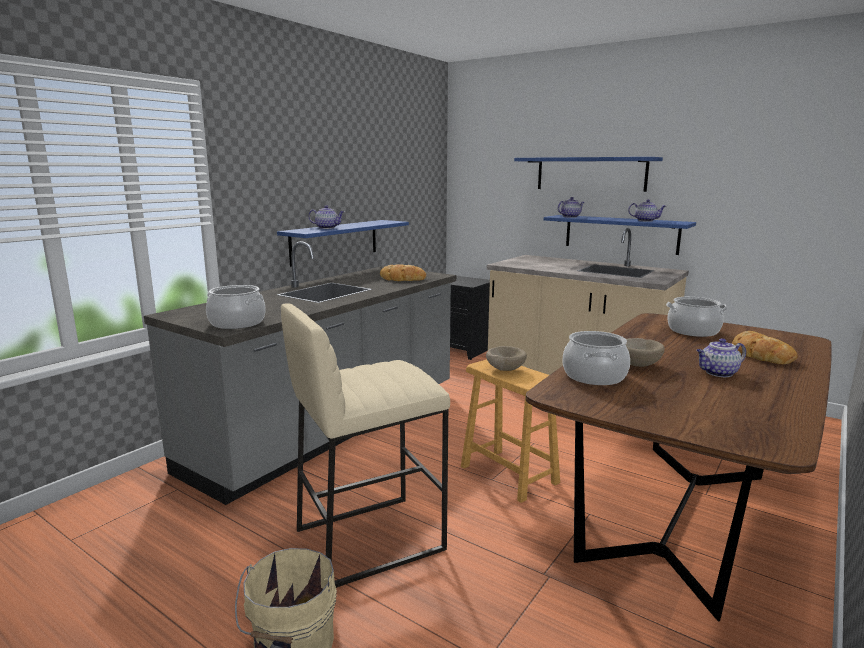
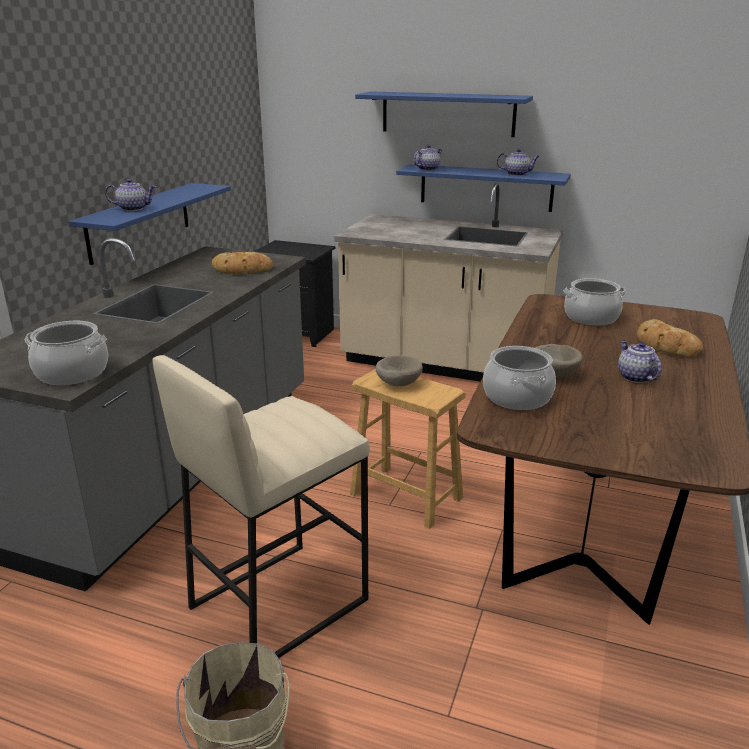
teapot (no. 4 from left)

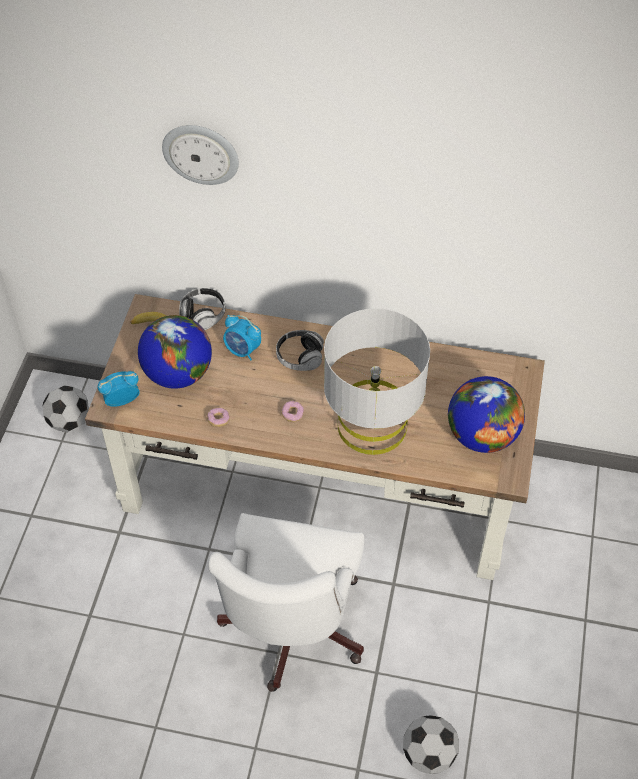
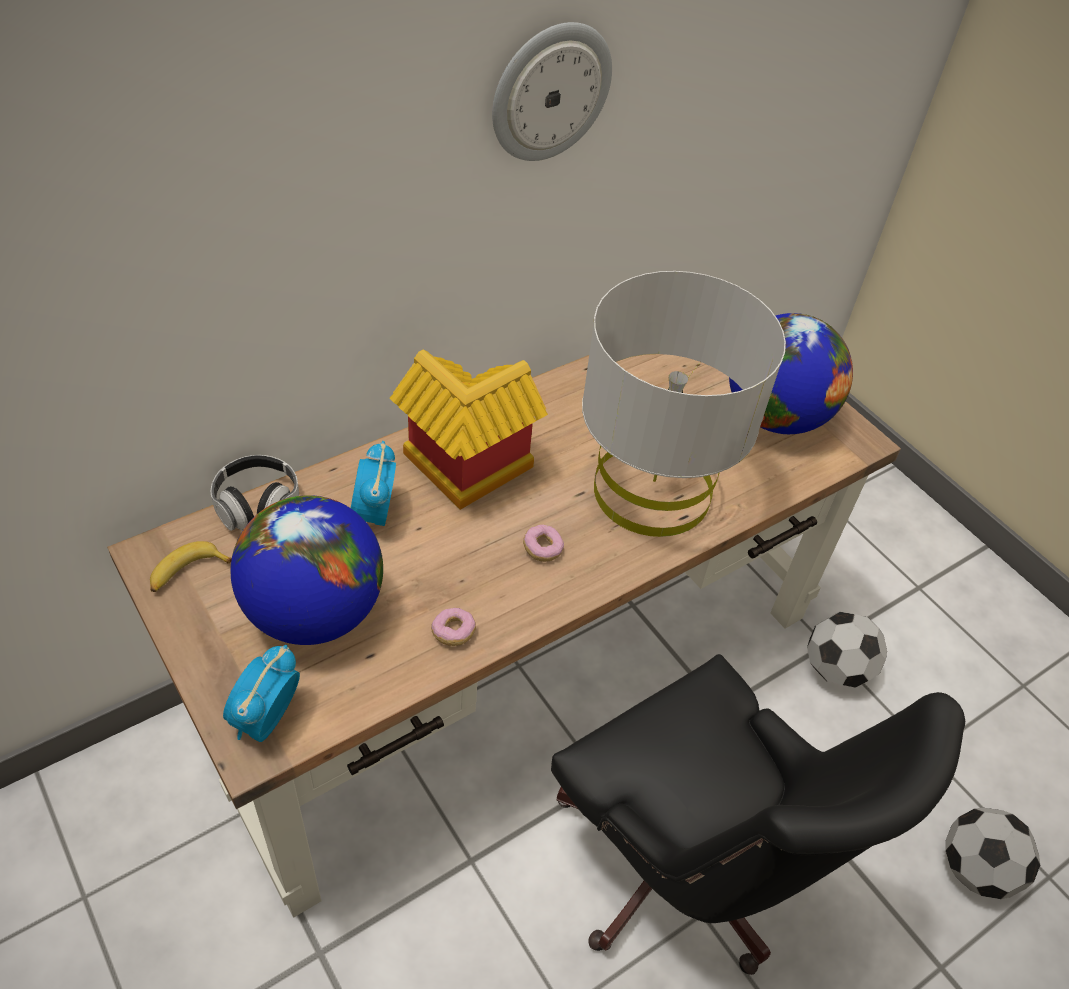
table clock (no. 2 from left); miniature house; clock on the wall; black-coloured computer chair; football (no. 1 from left)

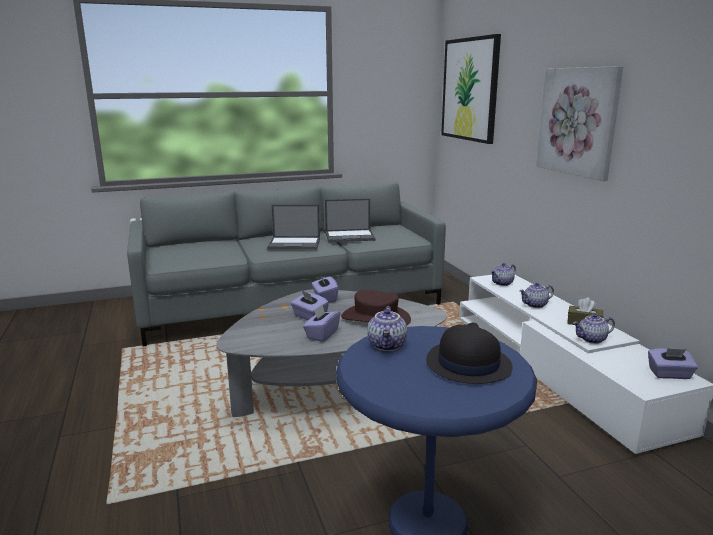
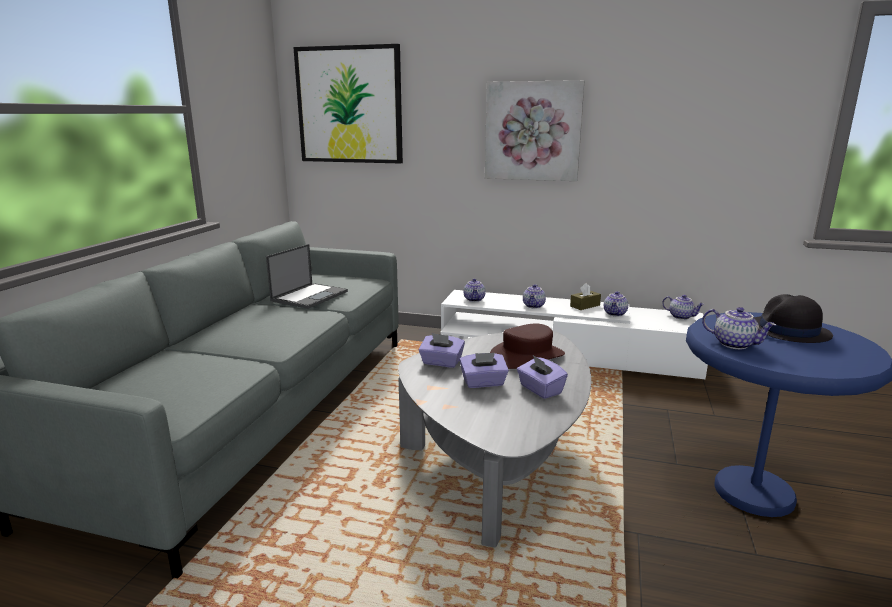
teapot (no. 4 from left); portable computer (no. 1 from left in the first image)

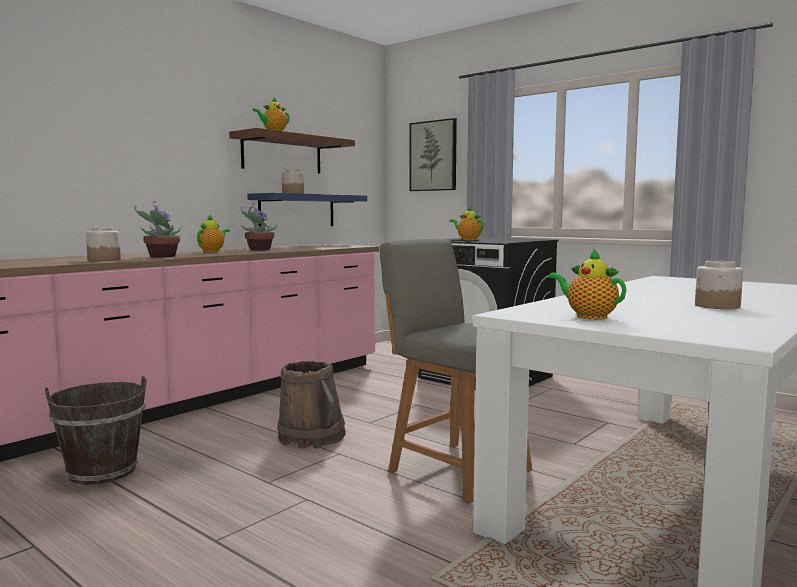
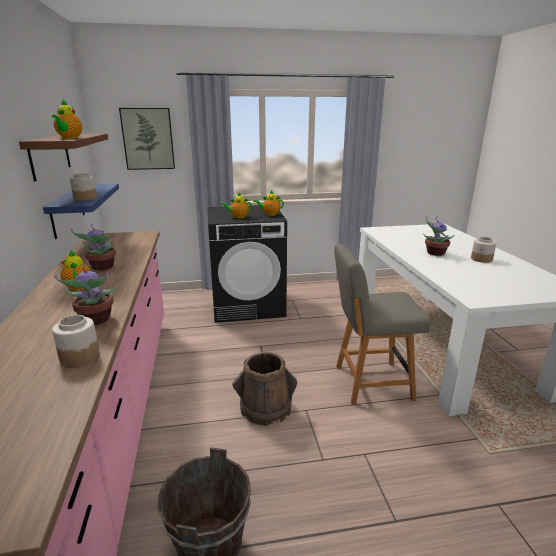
teapot (no. 4 from left); potted plant (no. 3 from left)

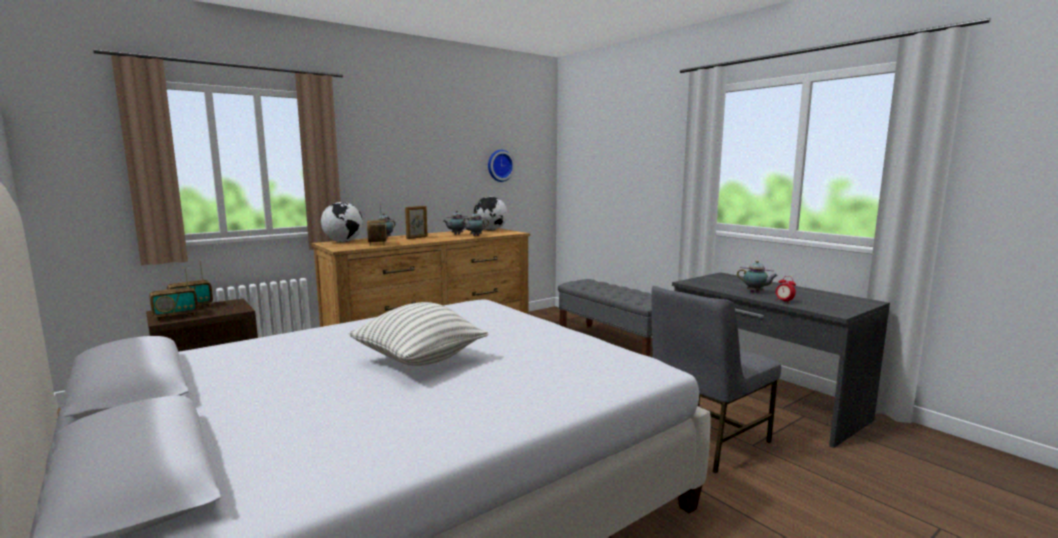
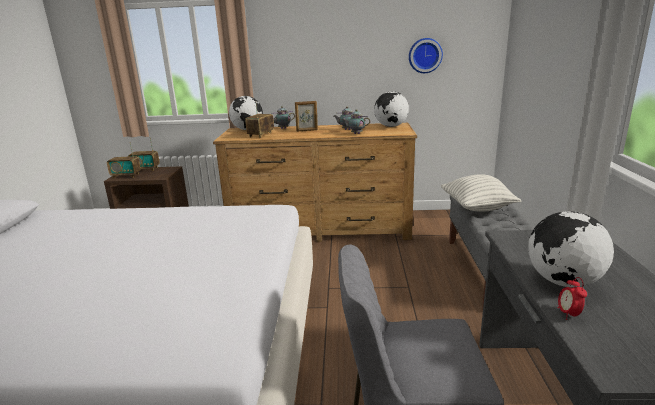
throw pillow; globe (no. 3 from left)

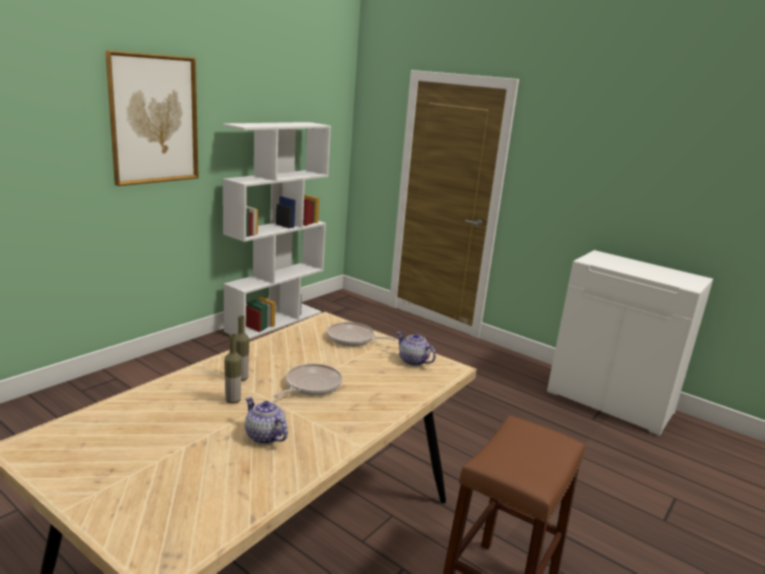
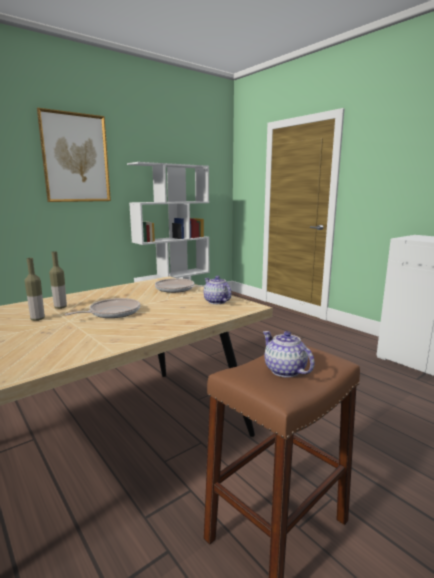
teapot (no. 2 from left)

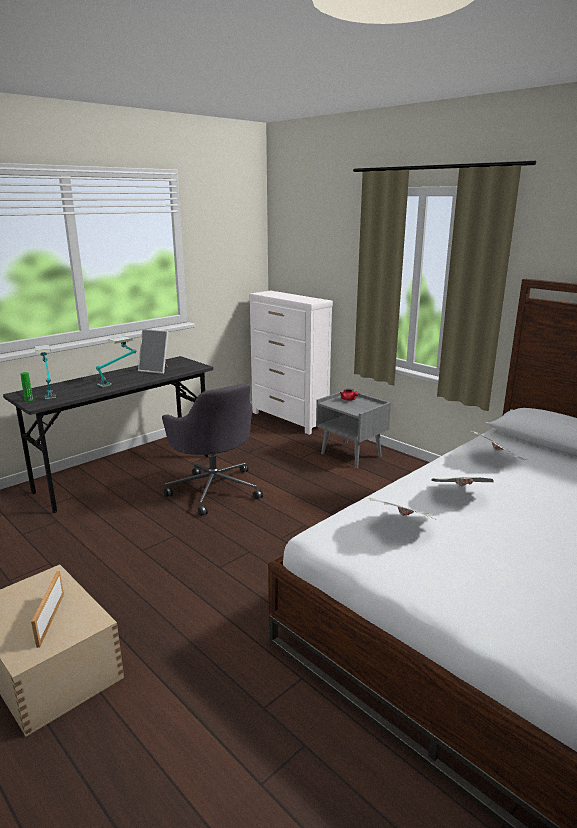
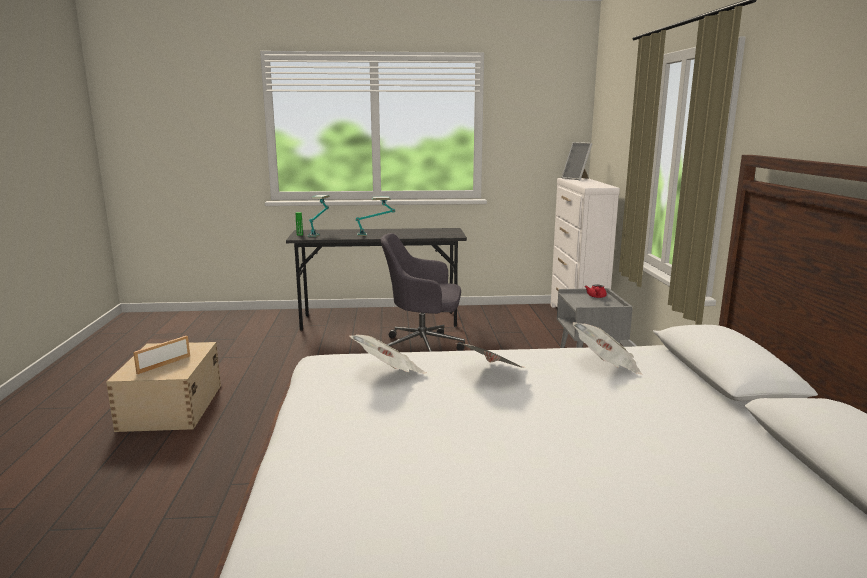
grey computer chair; standing frame (no. 2 from left)

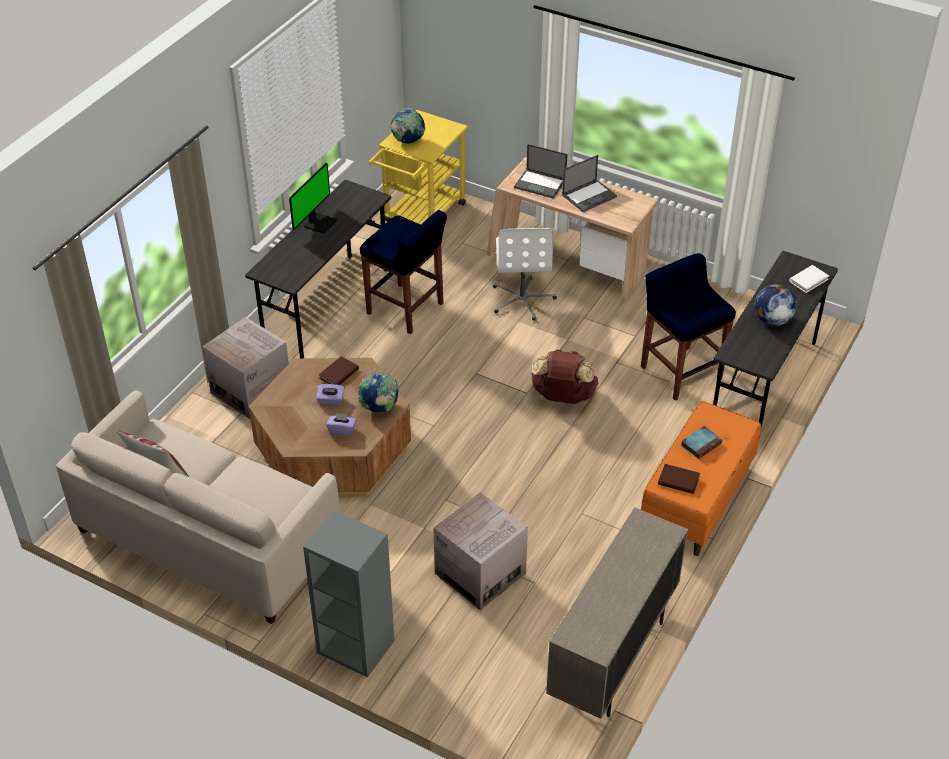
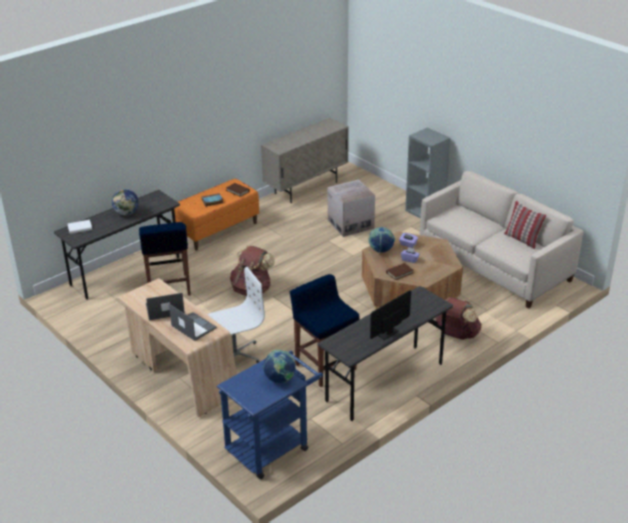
whitish computer chair; blue-coloured cart; brown rucksack (no. 2 from left)

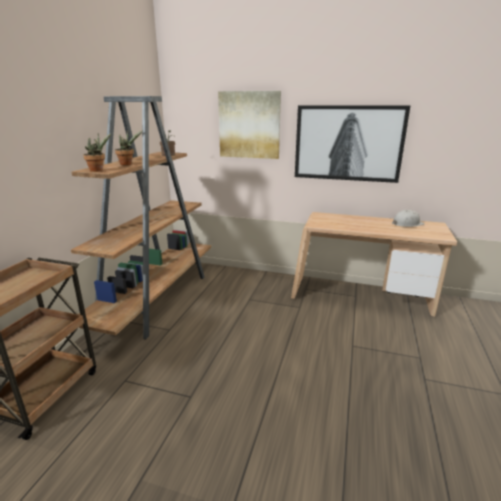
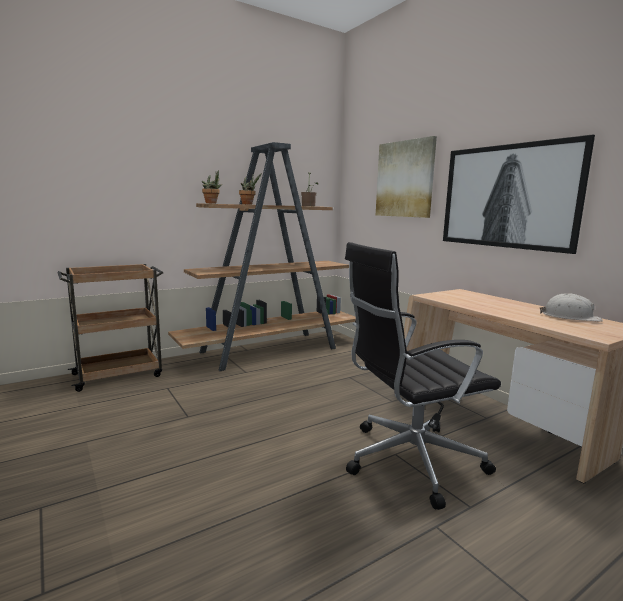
black-coloured computer chair

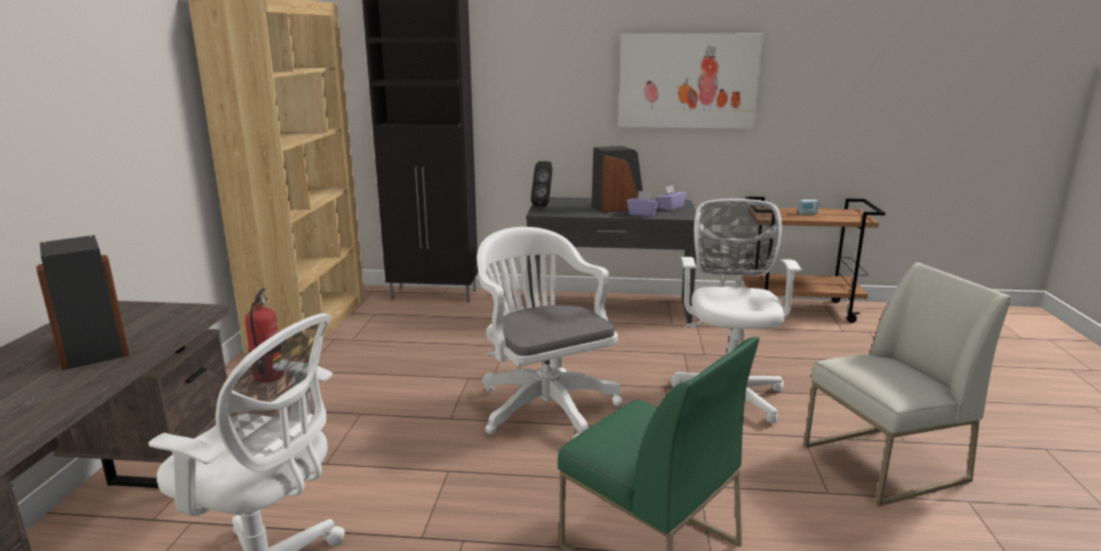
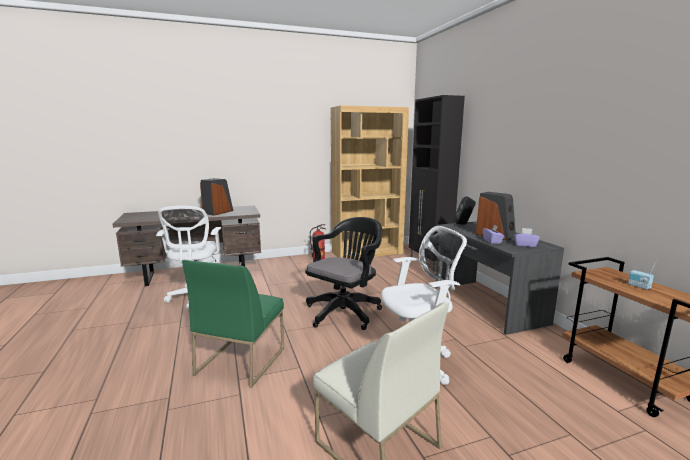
black-coloured computer chair; picture

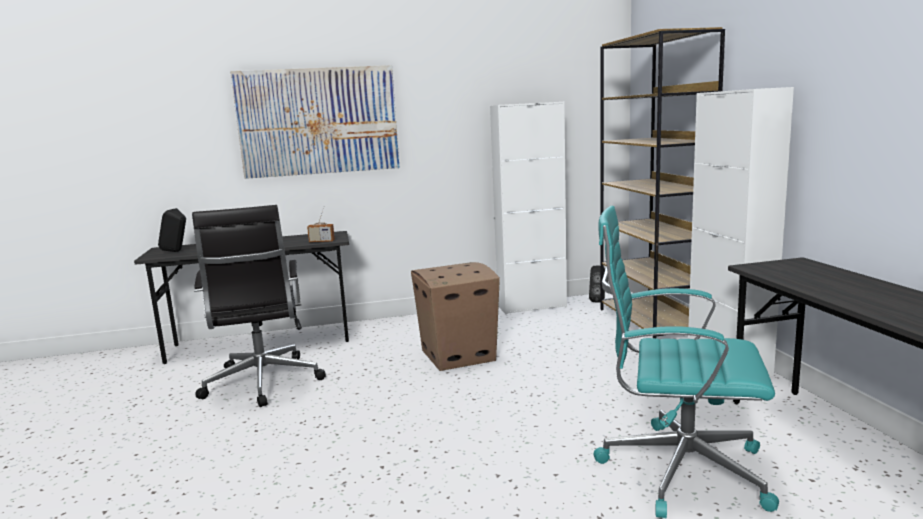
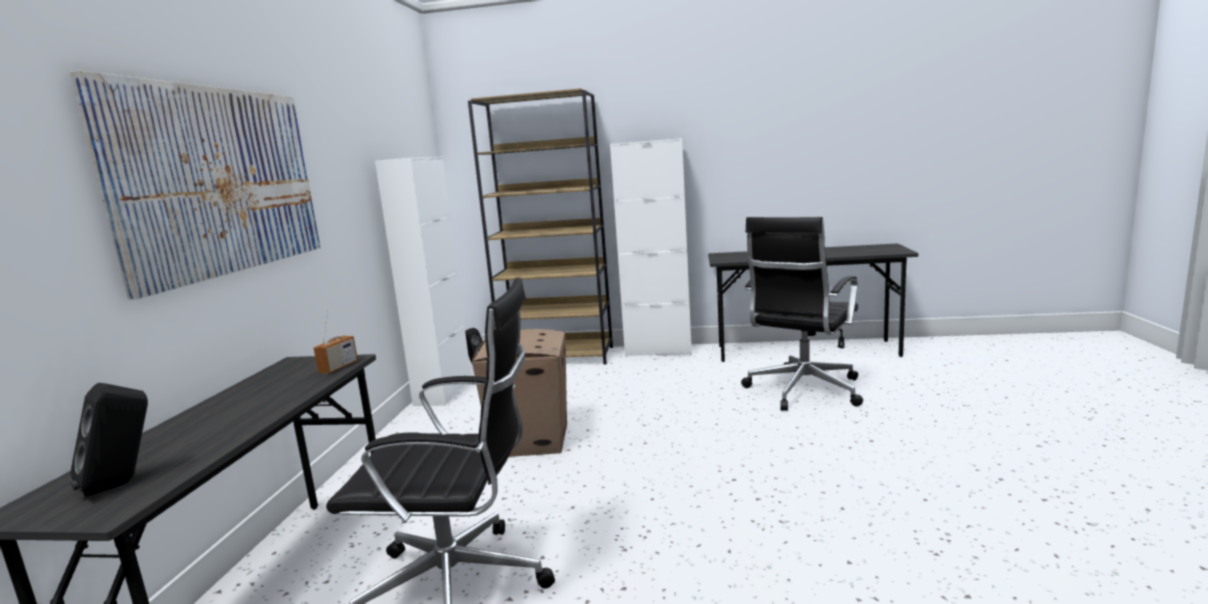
black-coloured computer chair (no. 2 from left)

